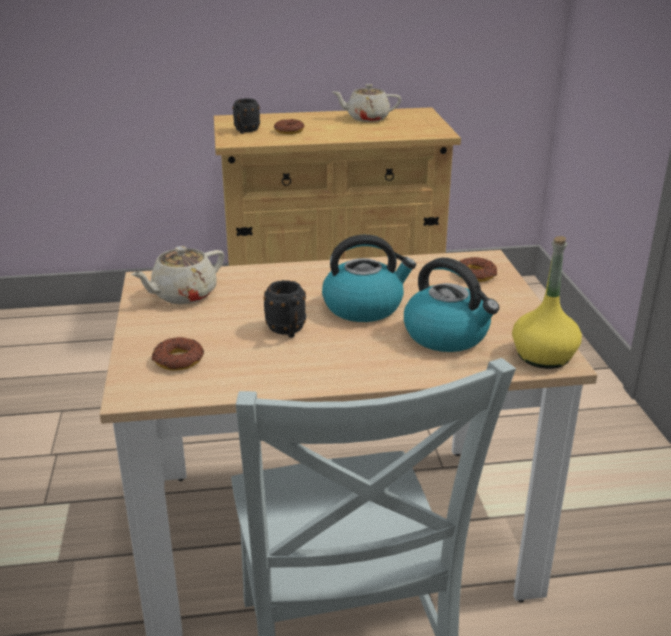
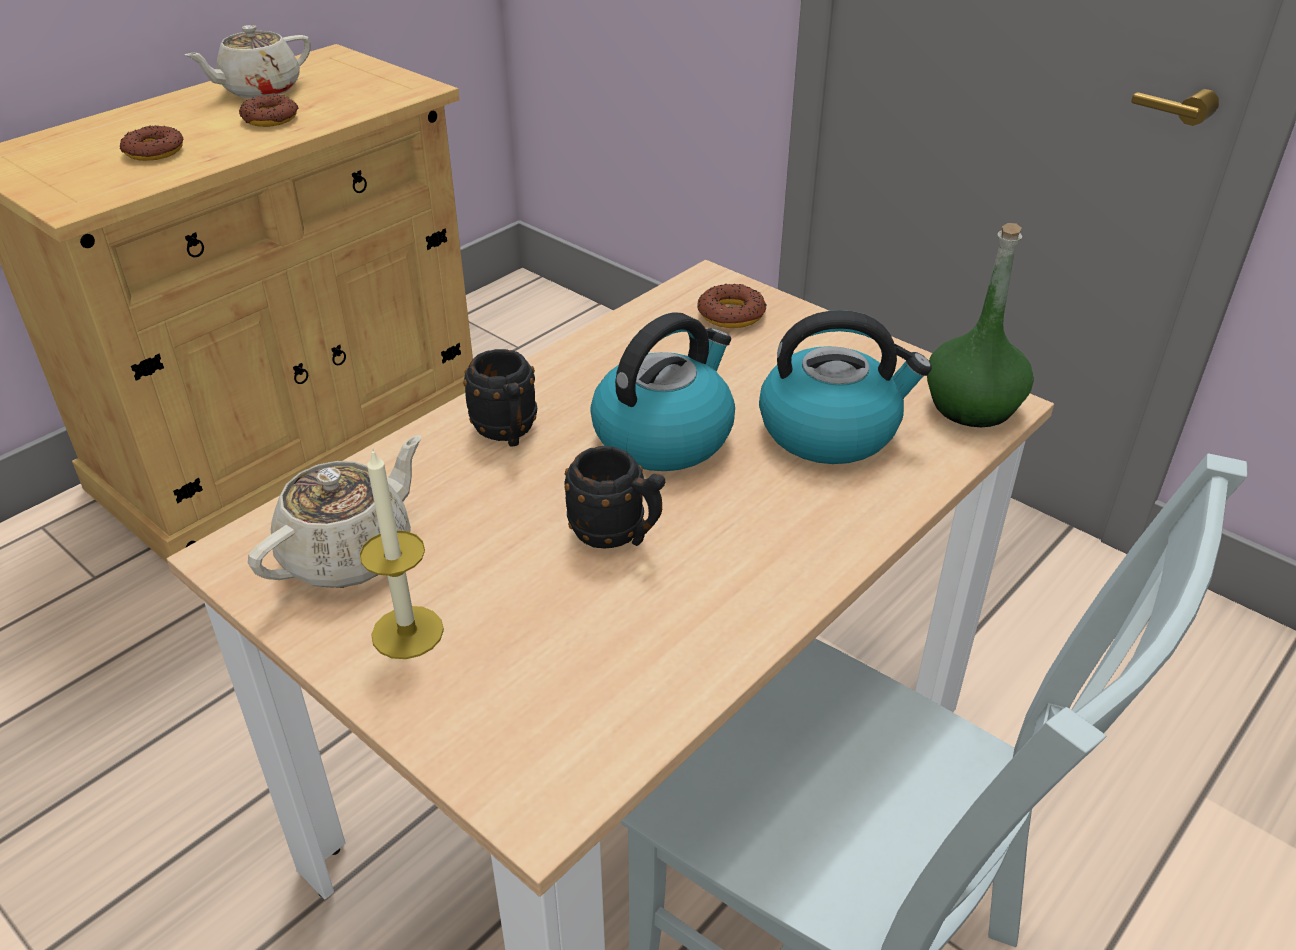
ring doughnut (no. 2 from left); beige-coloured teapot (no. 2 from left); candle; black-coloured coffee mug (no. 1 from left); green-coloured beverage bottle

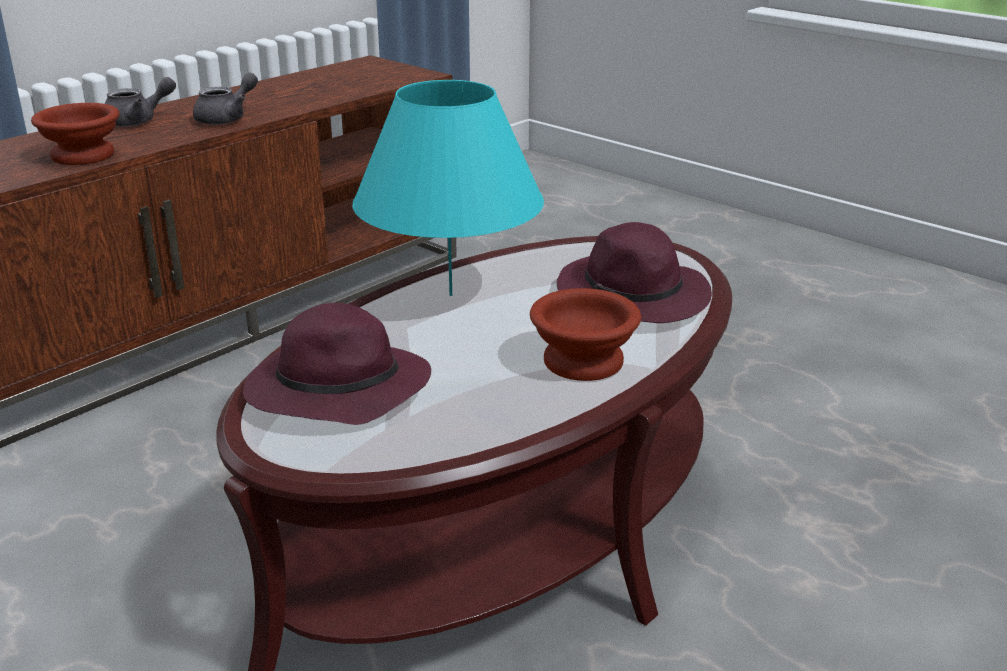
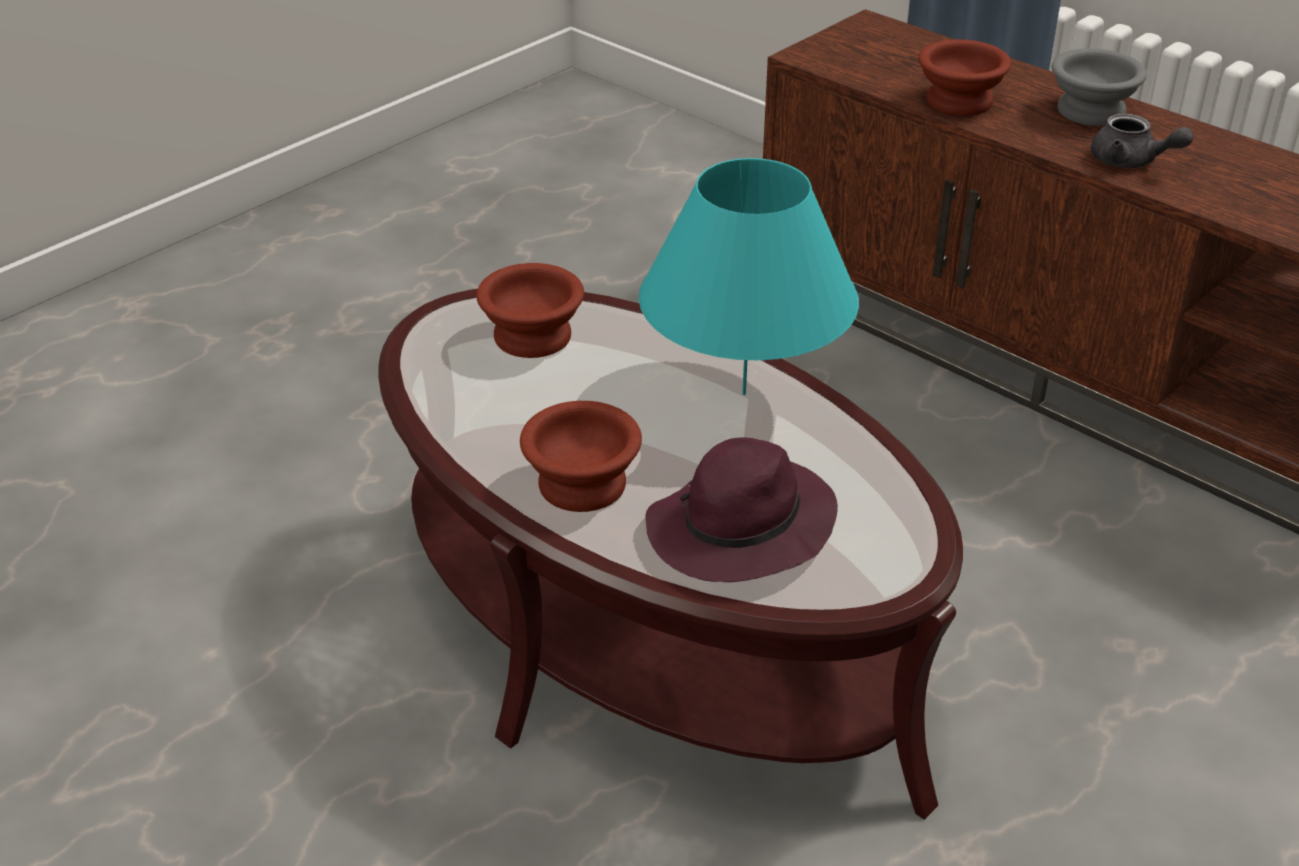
brown bowl (no. 1 from left); grey bowl

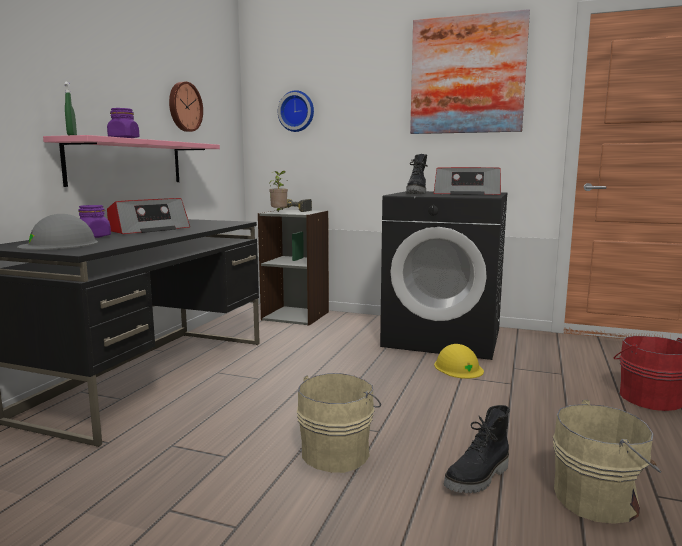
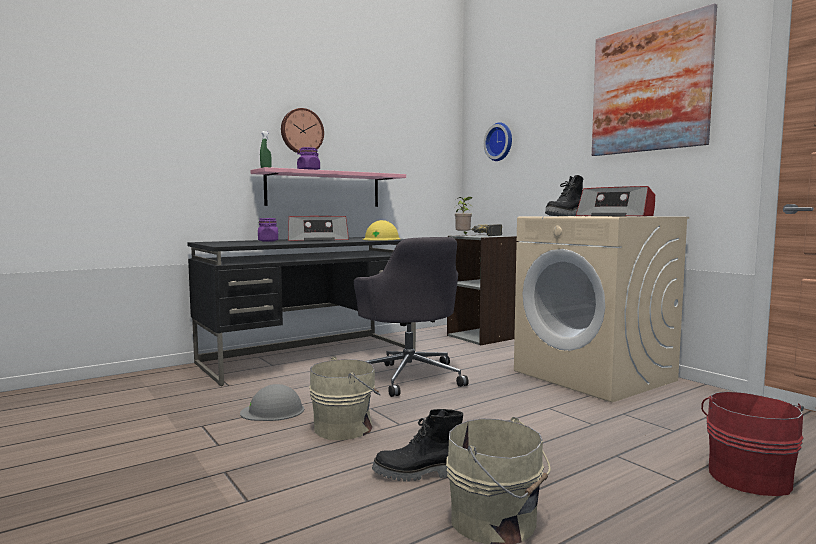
grey hard hat; clock on the wall (no. 1 from left); grey computer chair; yellow-coloured hard hat; beige-coloured laundry appliance

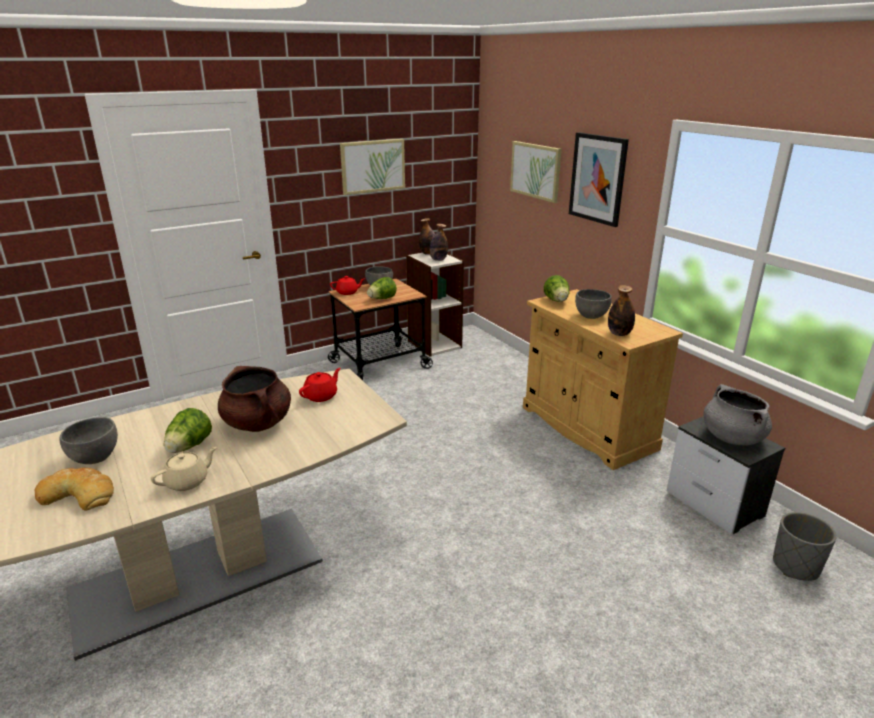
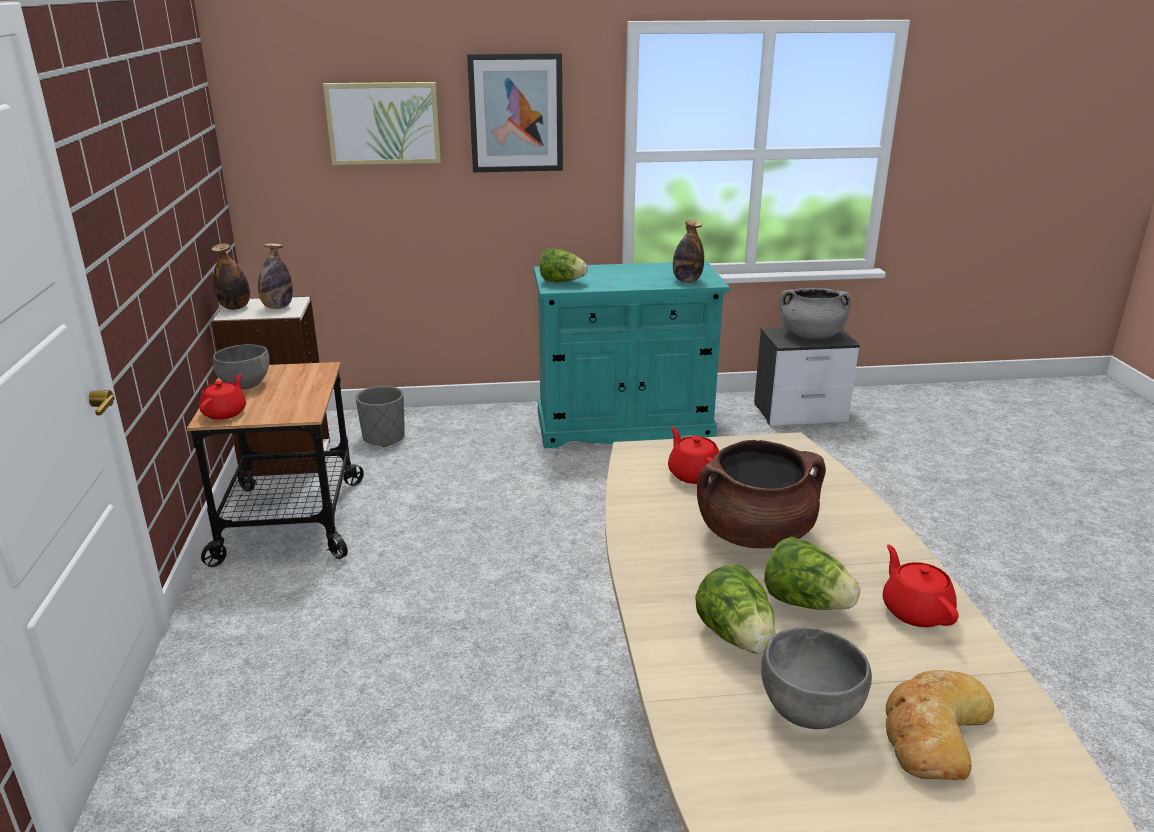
grey flower pot; blue-green cabinet; lettuce (no. 2 from left); reddish teapot (no. 3 from left); picture (no. 1 from left in the first image); grey bowl (no. 3 from left in the first image)

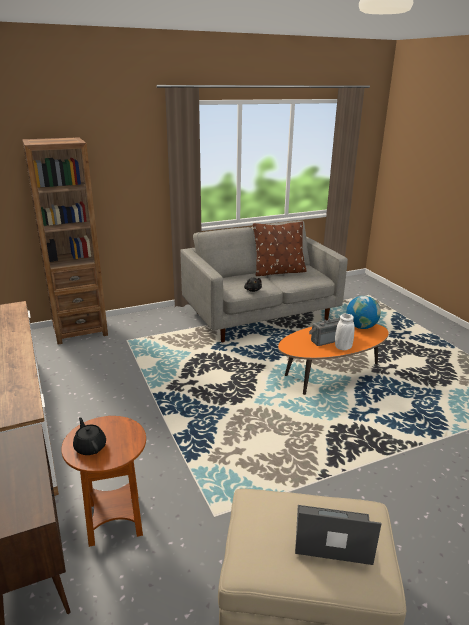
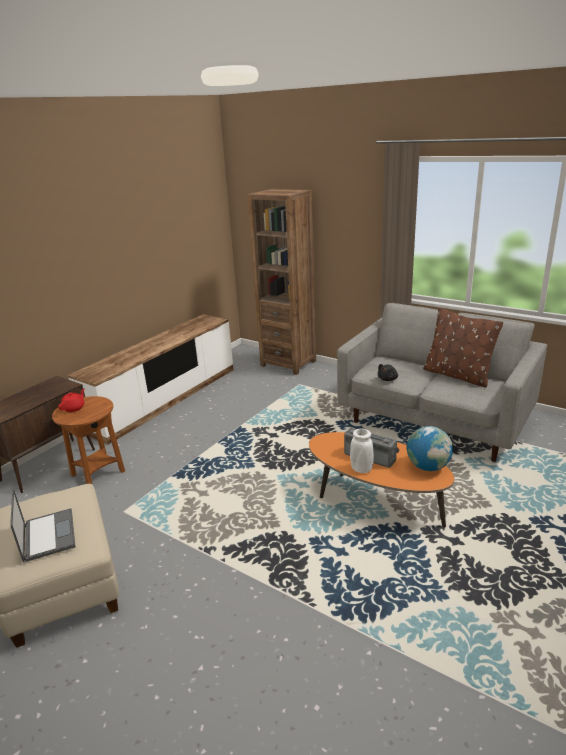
reddish teapot

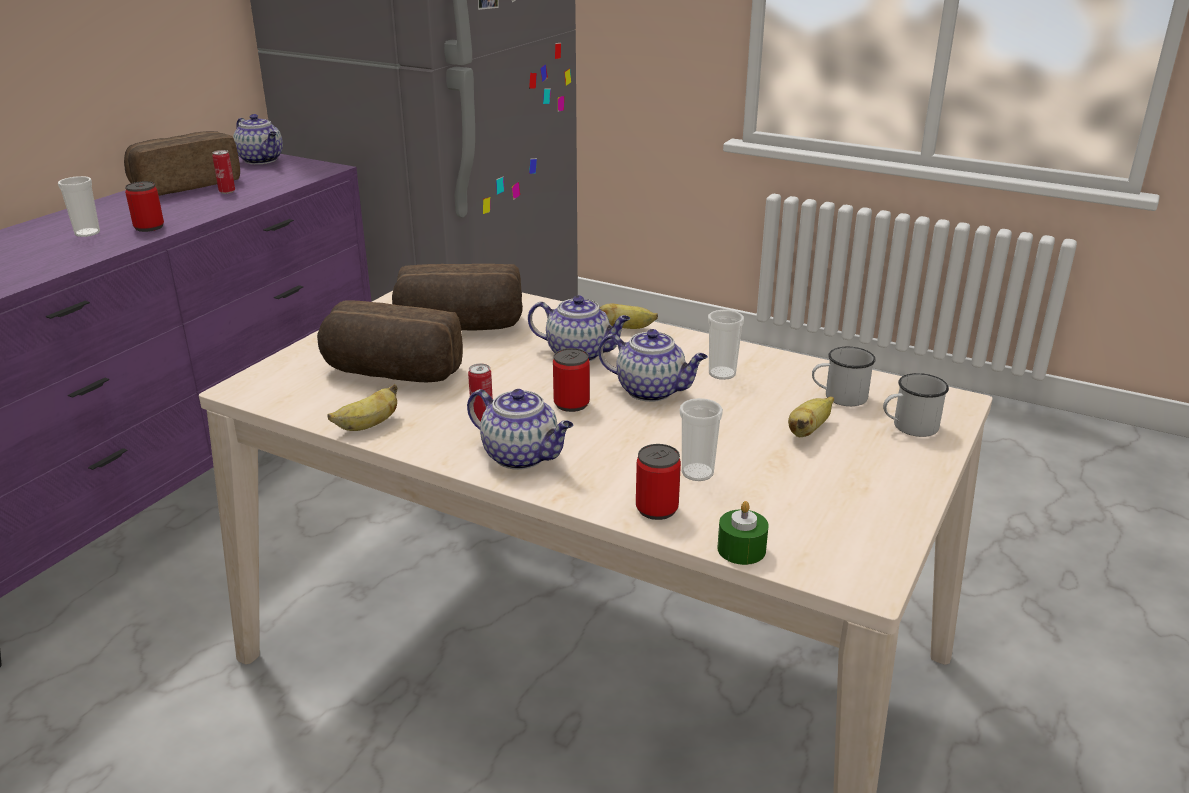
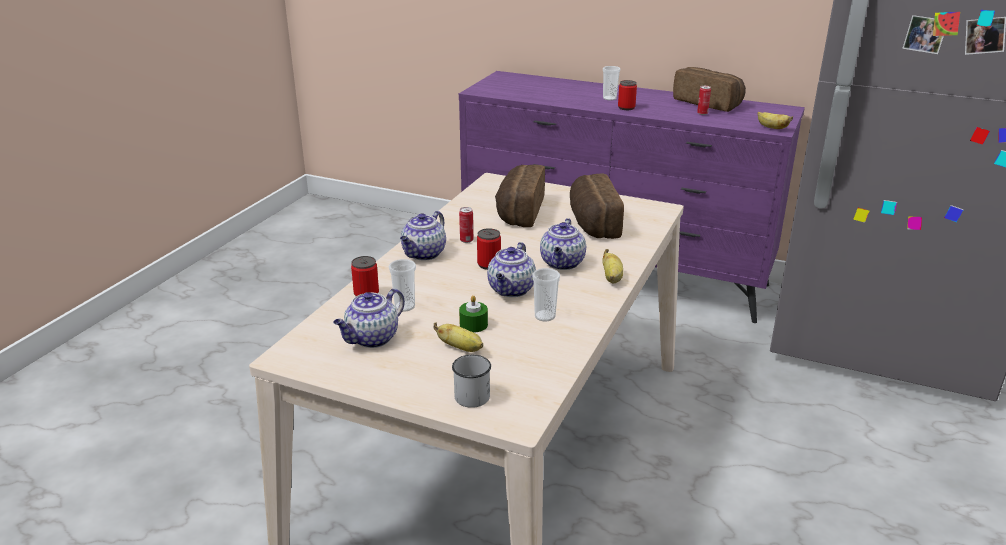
teapot (no. 1 from left); green-coloured candle; whole banana (no. 3 from left); whitish coffee mug (no. 1 from left in the first image)

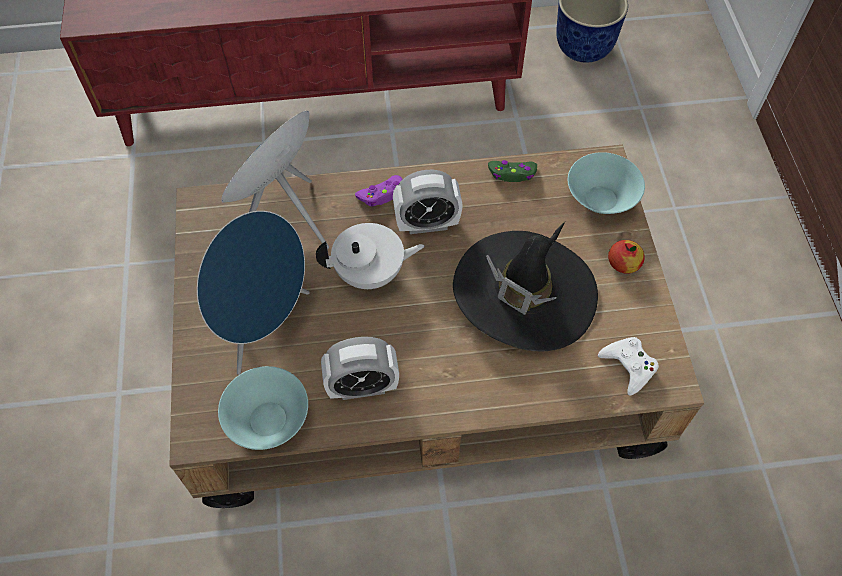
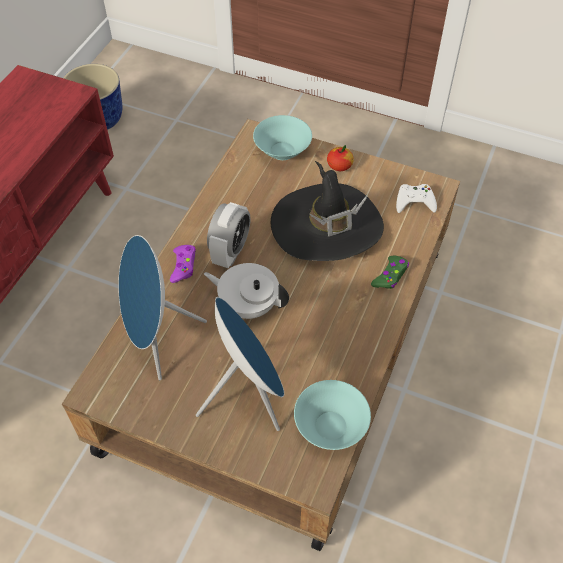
whitish teapot; green-coloured joypad; table clock (no. 1 from left in the first image)

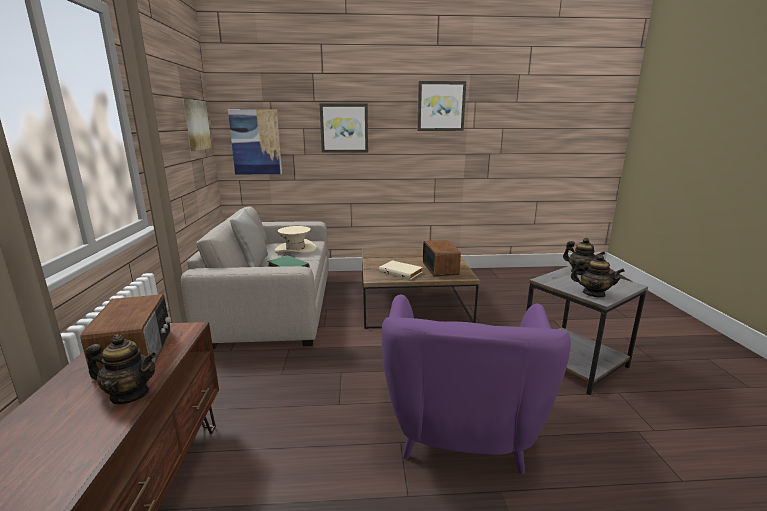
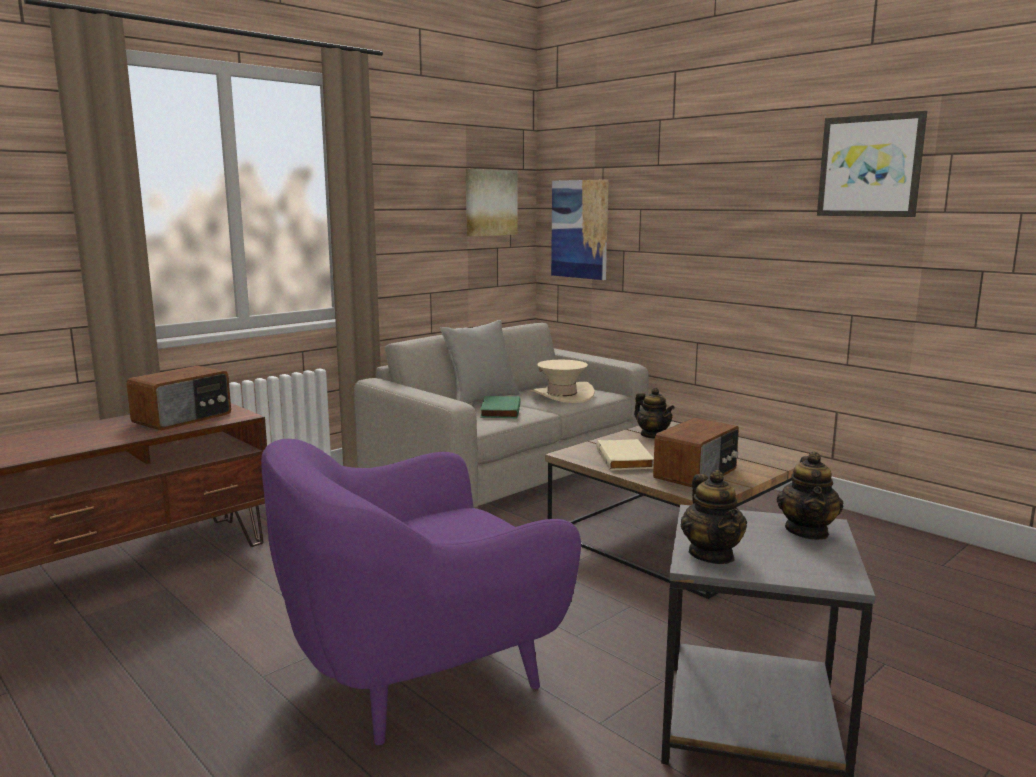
teapot (no. 1 from left); picture (no. 3 from left in the first image)

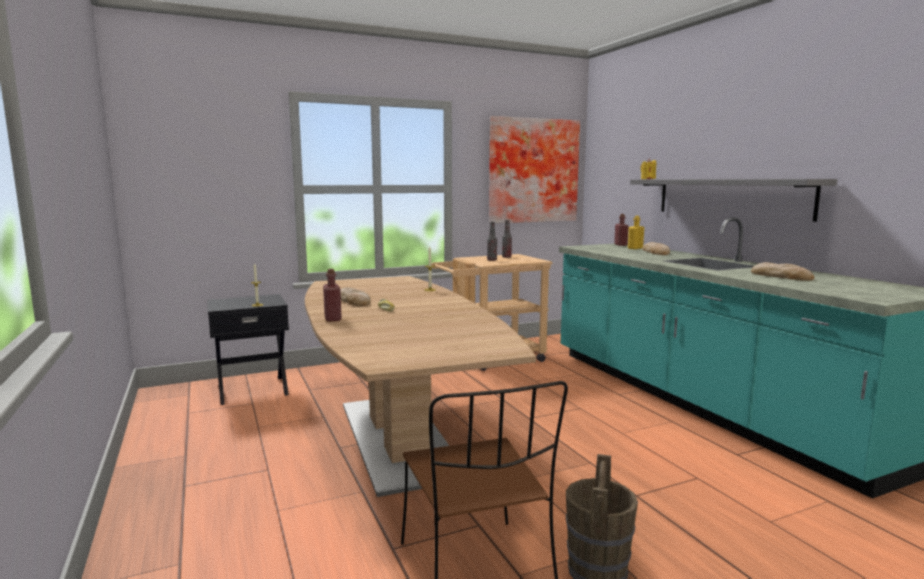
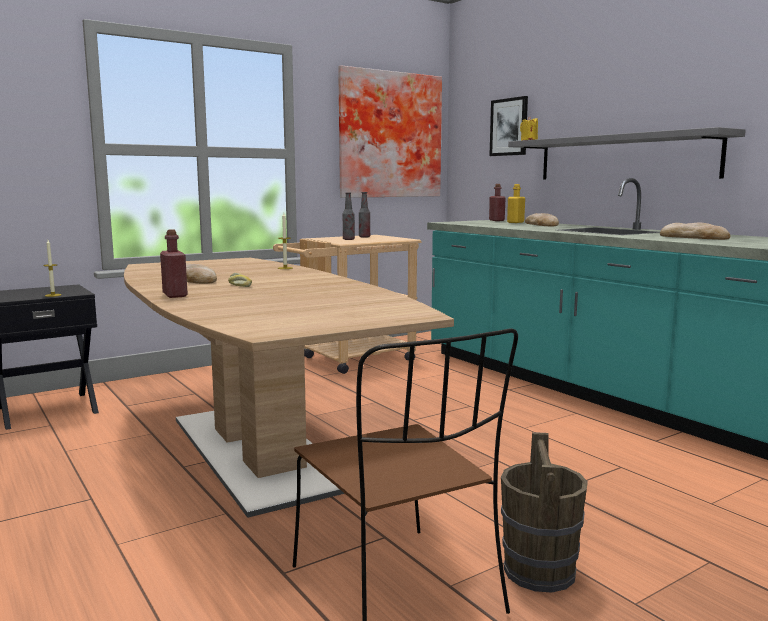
picture (no. 2 from left)

